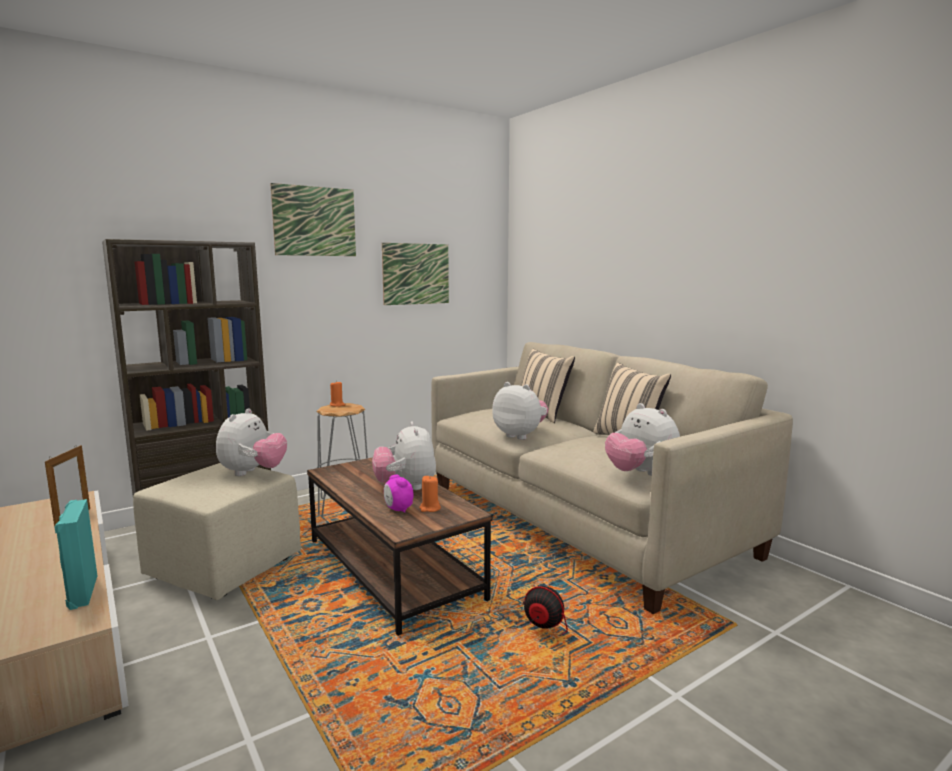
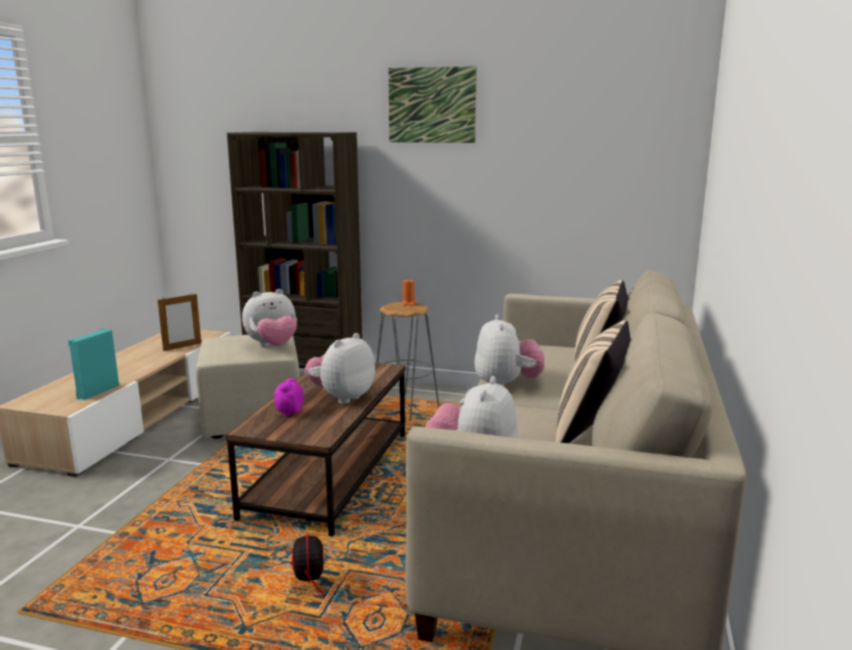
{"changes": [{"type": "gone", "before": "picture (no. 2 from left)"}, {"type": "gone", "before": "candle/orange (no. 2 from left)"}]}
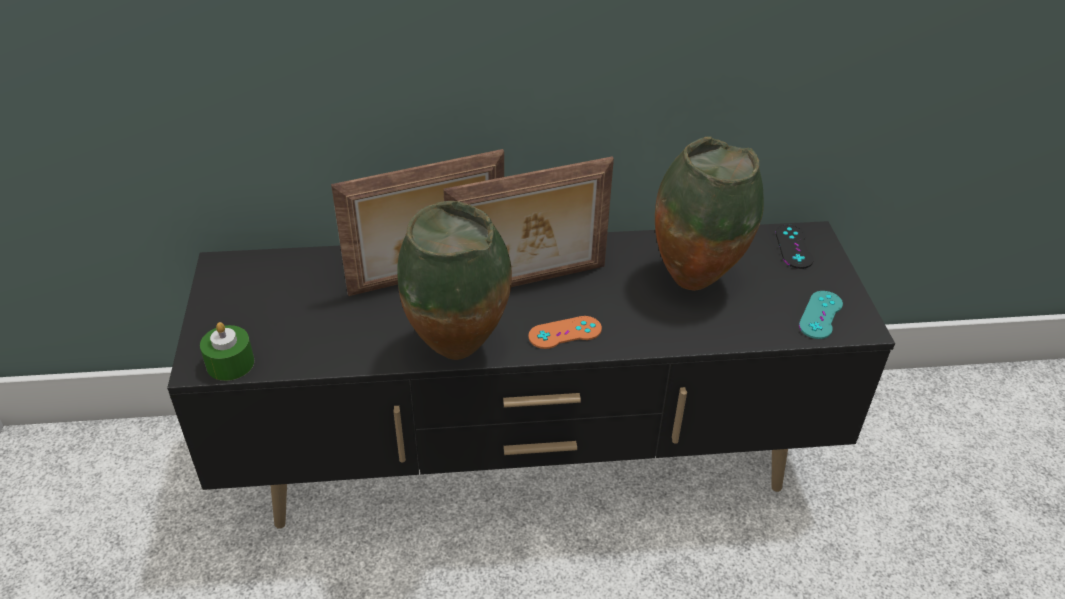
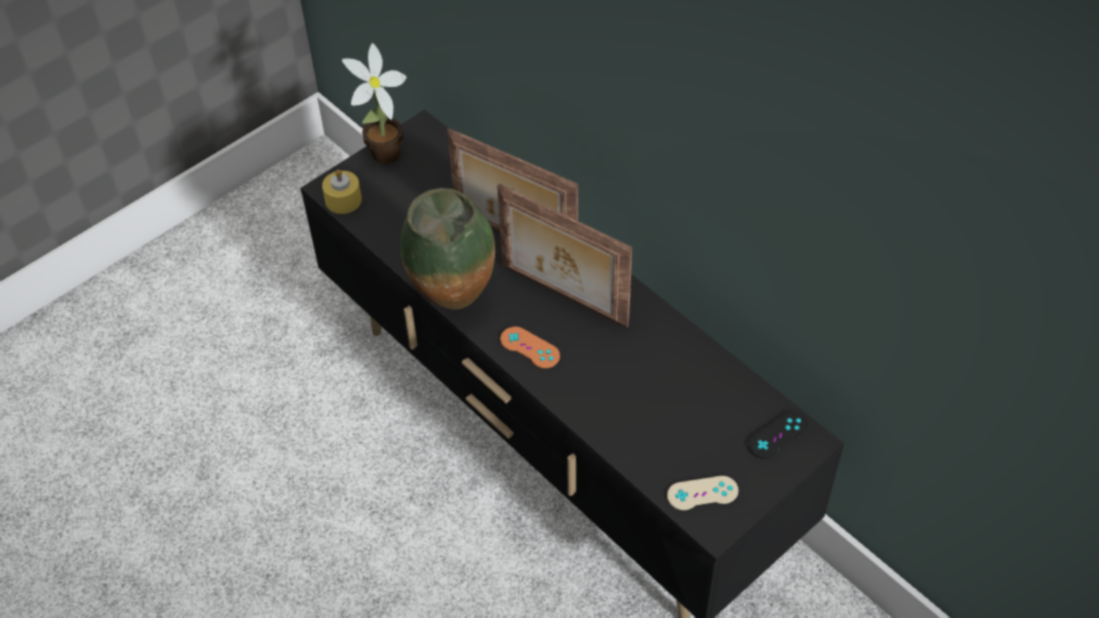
{"changes": [{"type": "repainted", "before": "candle/green", "after": "candle/yellow"}, {"type": "new", "after": "potted plant"}, {"type": "repainted", "before": "game controller/turquoise", "after": "game controller/beige"}, {"type": "gone", "before": "vase (no. 2 from left)"}]}
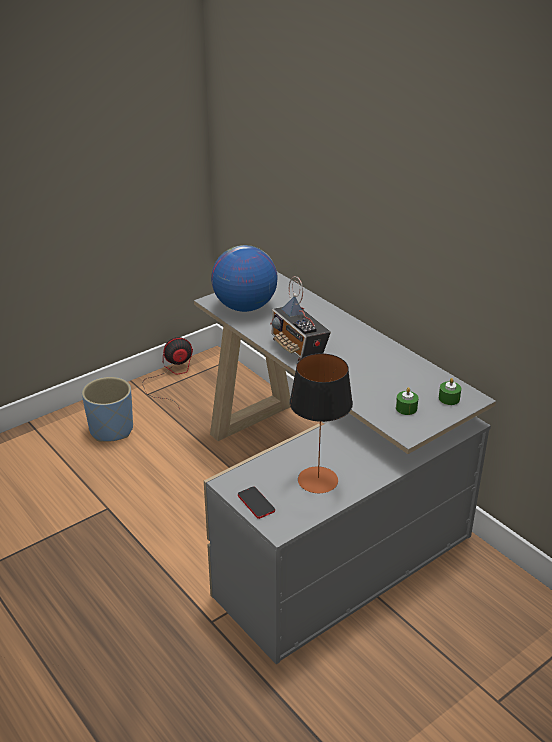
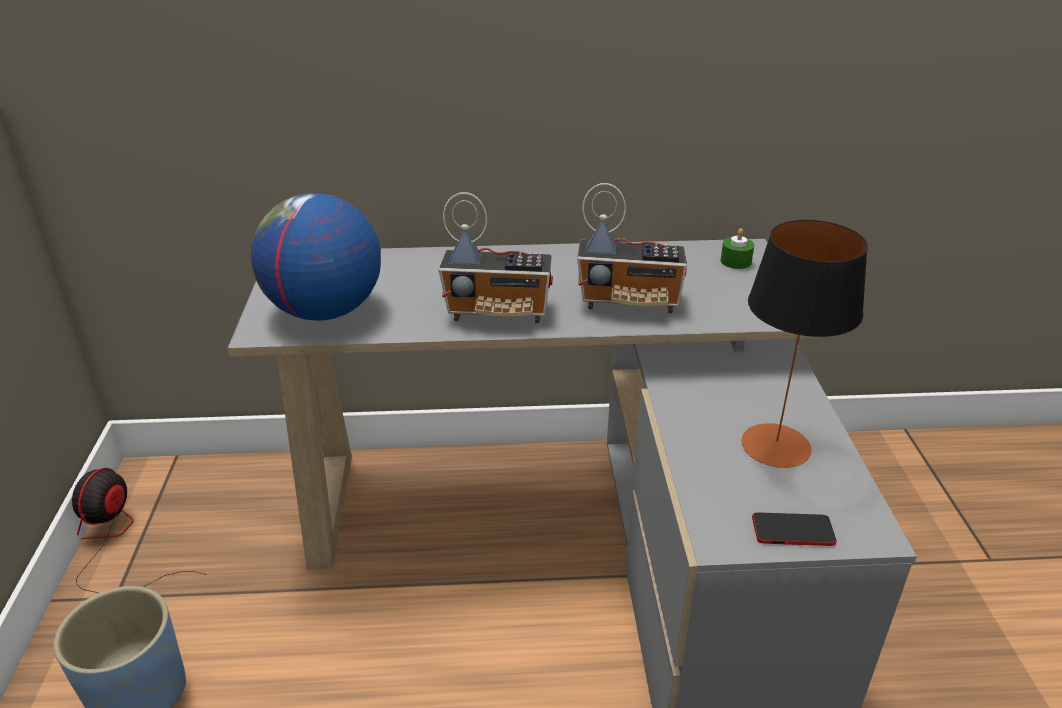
{"changes": [{"type": "new", "after": "radio (no. 2 from left)"}, {"type": "gone", "before": "candle/green (no. 1 from left)"}]}
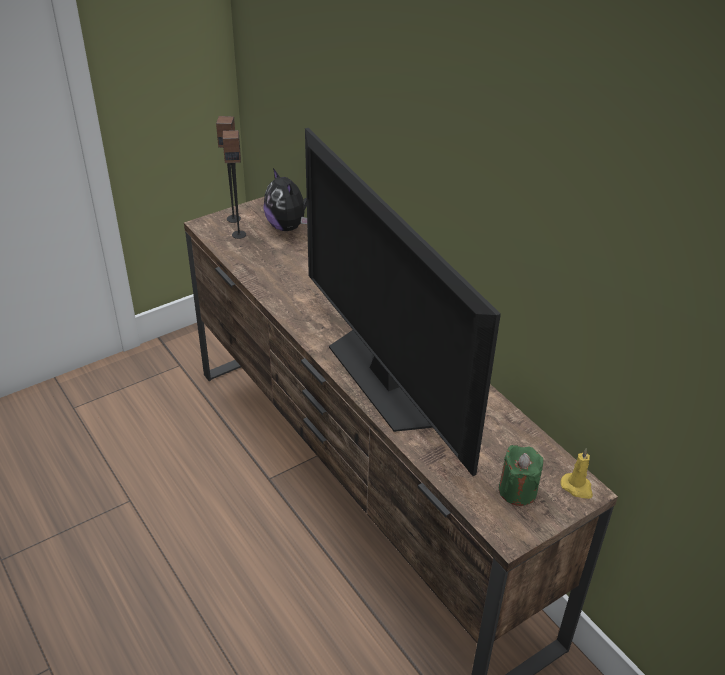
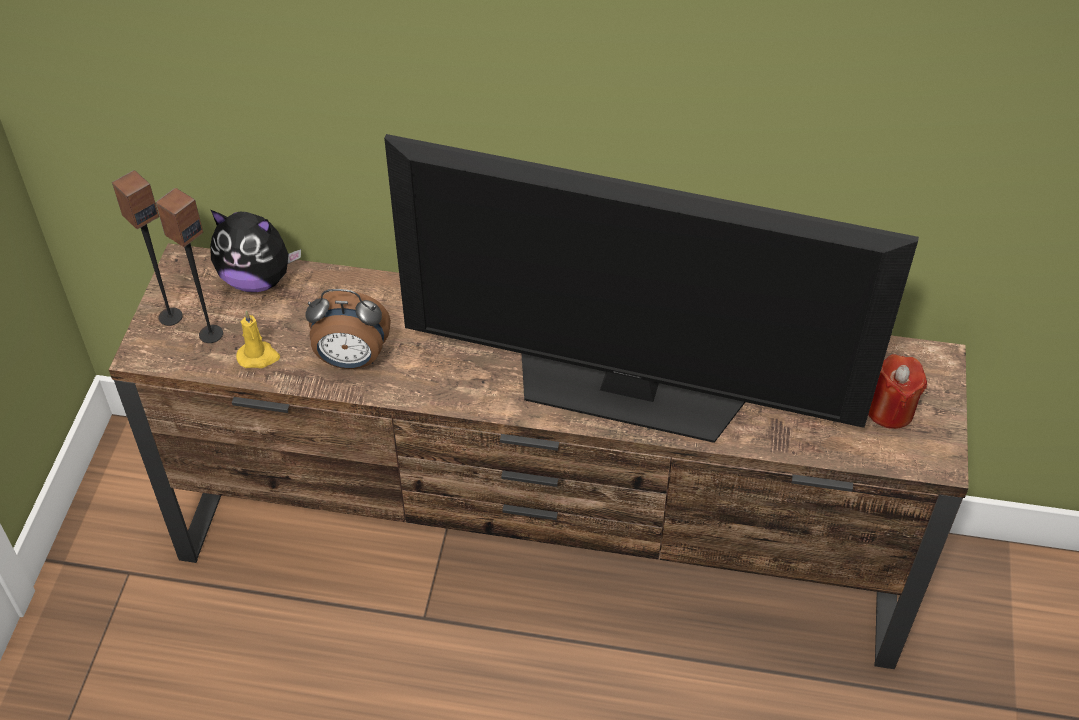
{"changes": [{"type": "shifted", "before": "candle/yellow"}, {"type": "new", "after": "alarm clock"}, {"type": "repainted", "before": "candle/green", "after": "candle/red"}]}
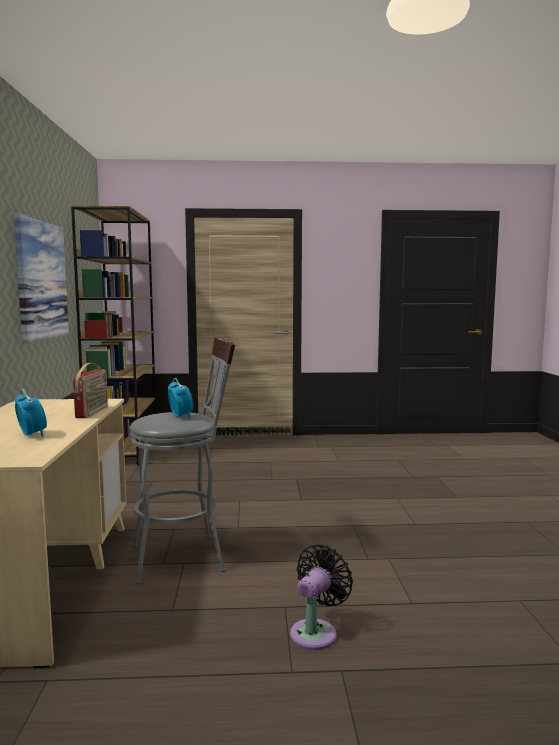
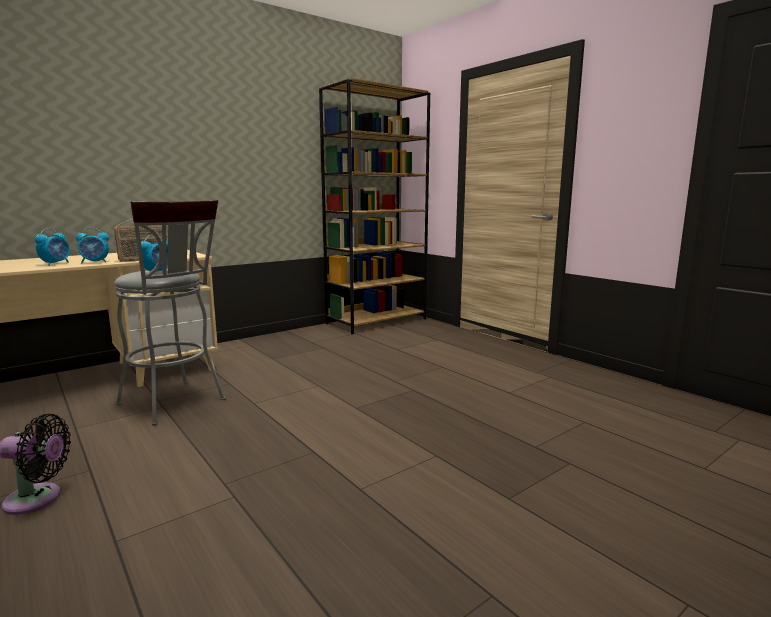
{"changes": [{"type": "new", "after": "alarm clock (no. 2 from left)"}, {"type": "gone", "before": "picture"}]}
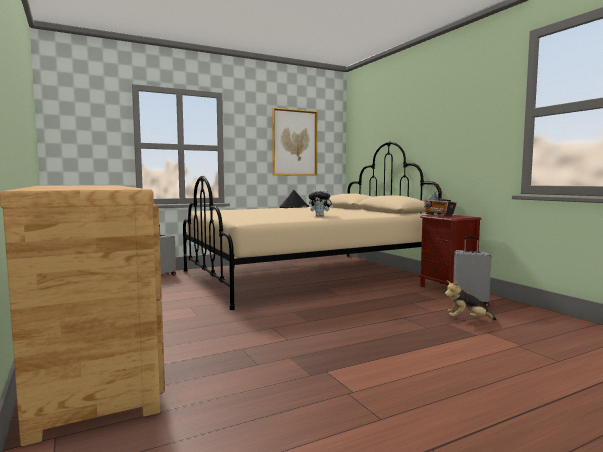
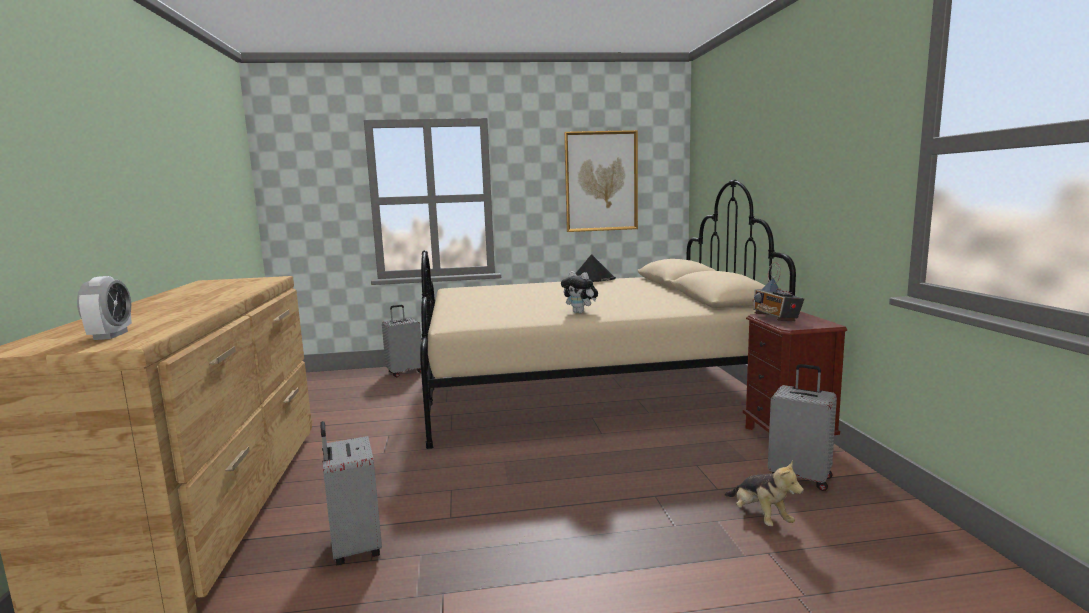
{"changes": [{"type": "new", "after": "alarm clock"}, {"type": "new", "after": "suitcase/grey (no. 1 from left)"}, {"type": "rotated", "before": "plush toy (no. 2 from left)", "turn": -135}]}
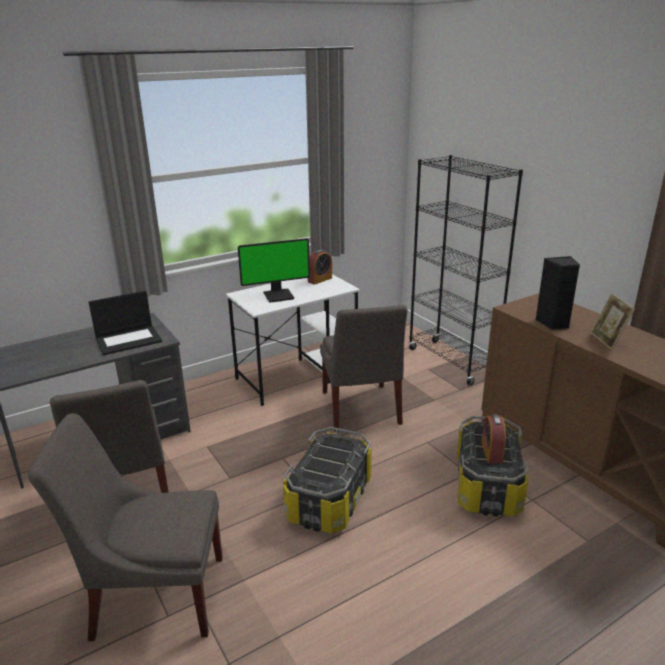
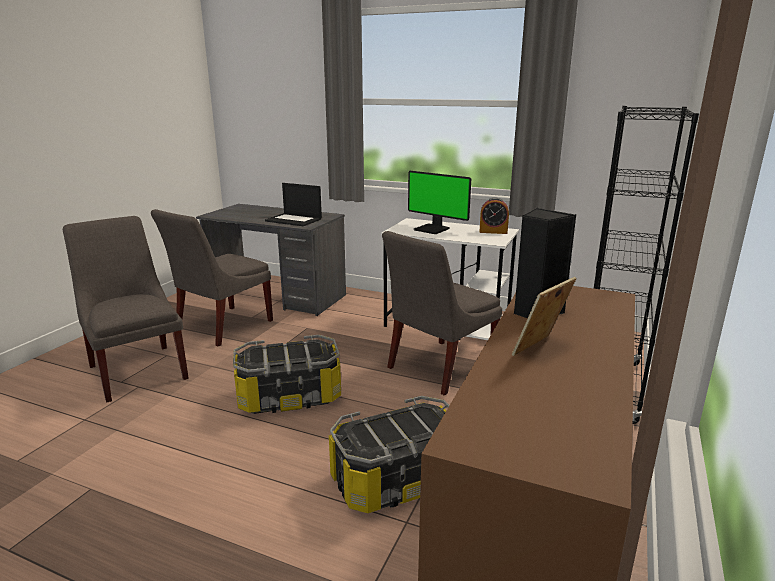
{"changes": [{"type": "gone", "before": "alarm clock (no. 2 from left)"}]}
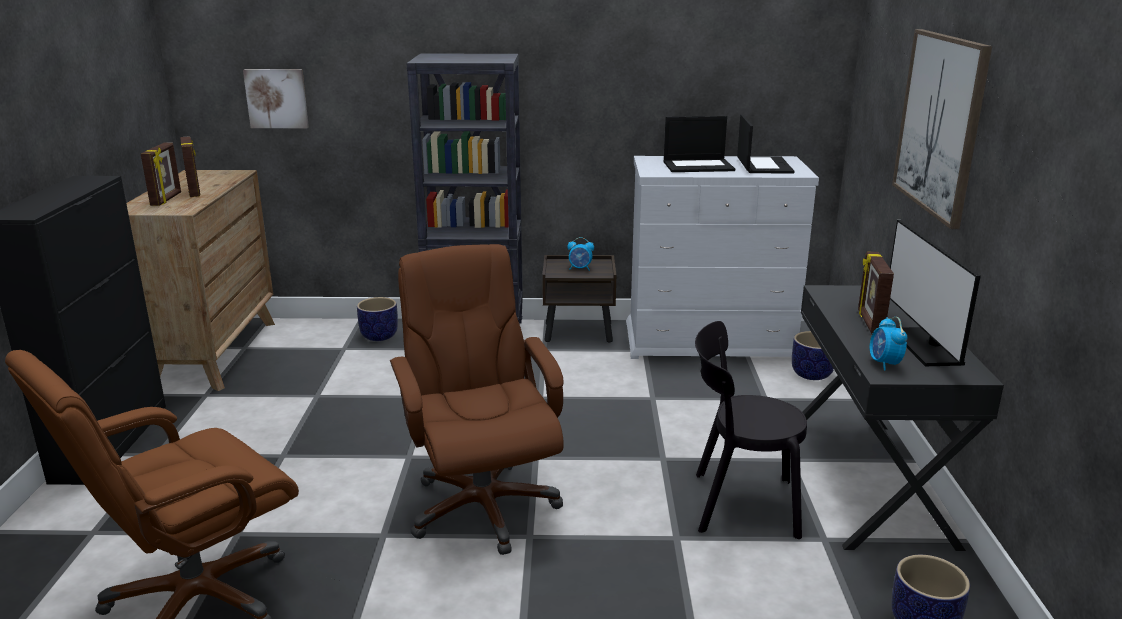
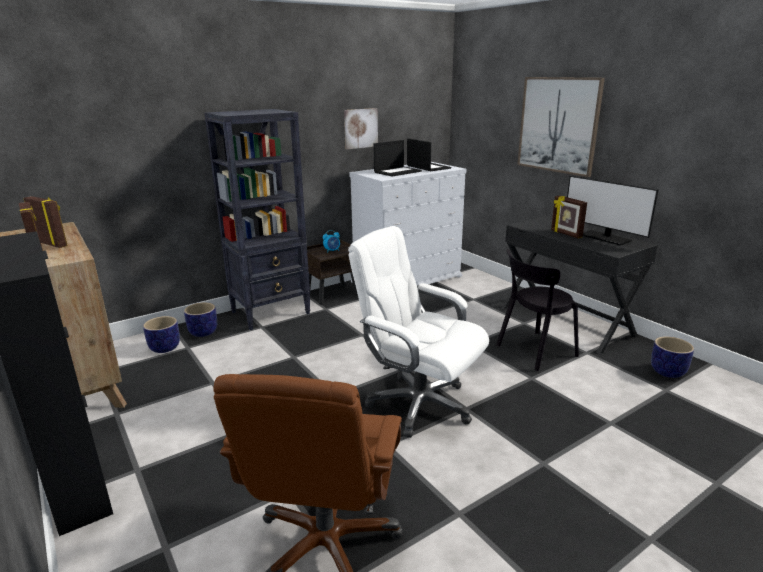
{"changes": [{"type": "shifted", "before": "planter (no. 2 from left in the first image)", "after": "planter (no. 1 from left)"}, {"type": "shifted", "before": "picture (no. 1 from left)"}, {"type": "repainted", "before": "office chair/brown (no. 2 from left)", "after": "office chair/white"}, {"type": "gone", "before": "alarm clock (no. 2 from left)"}]}
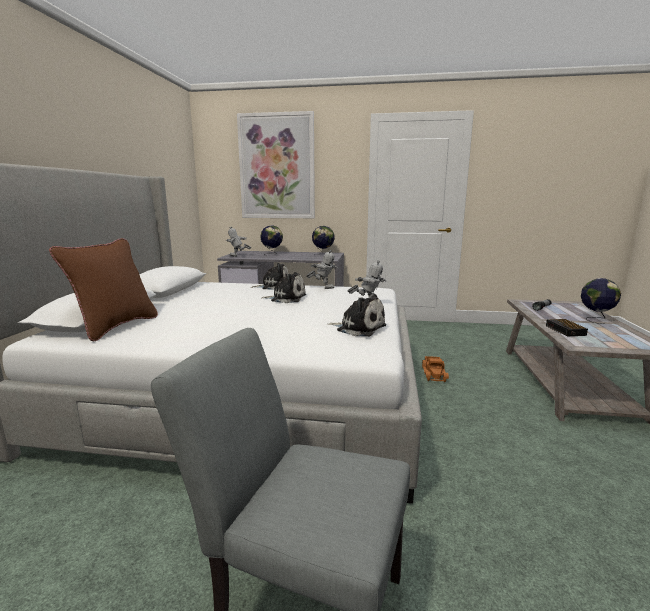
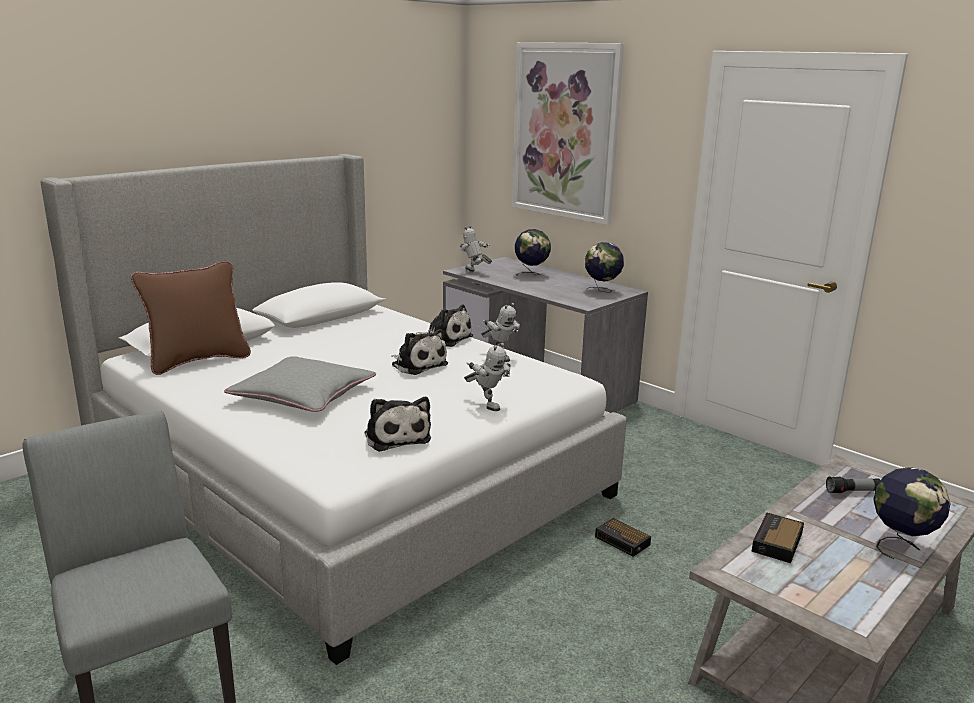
{"changes": [{"type": "new", "after": "pillow/grey"}, {"type": "swapped", "before": "toy truck", "after": "alarm clock (no. 1 from left)"}]}
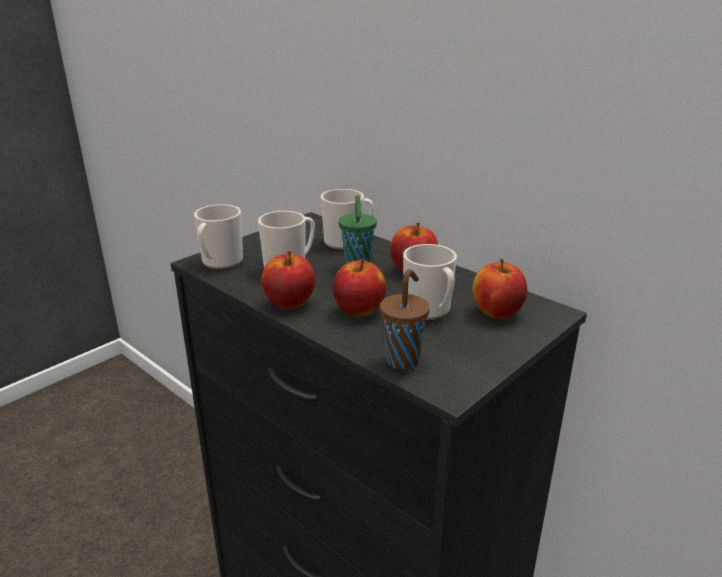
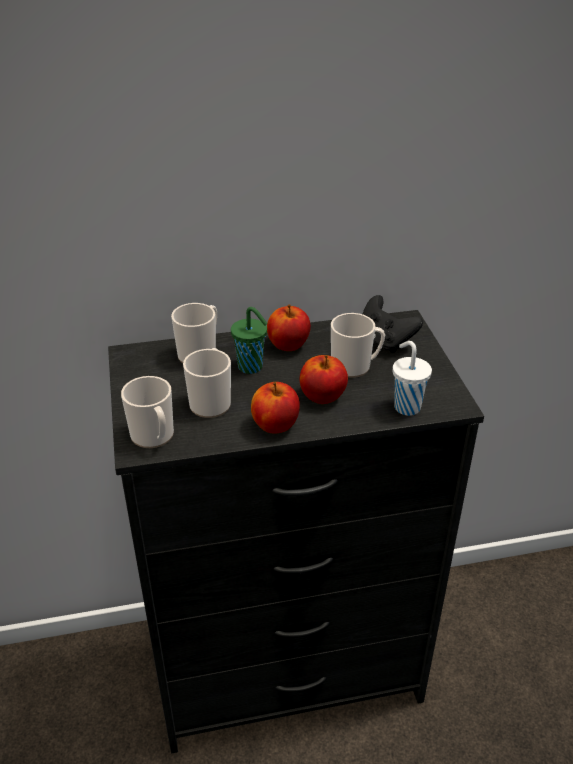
{"changes": [{"type": "swapped", "before": "apple (no. 4 from left)", "after": "game controller/black"}, {"type": "repainted", "before": "cup/brown", "after": "cup/white"}]}
